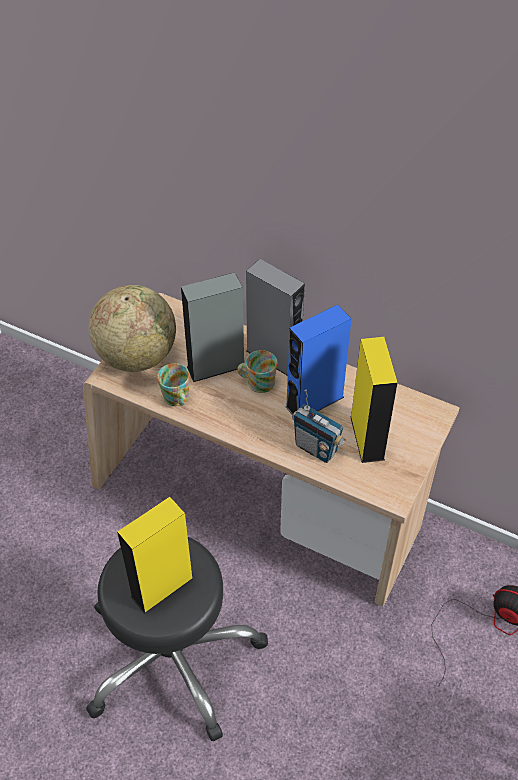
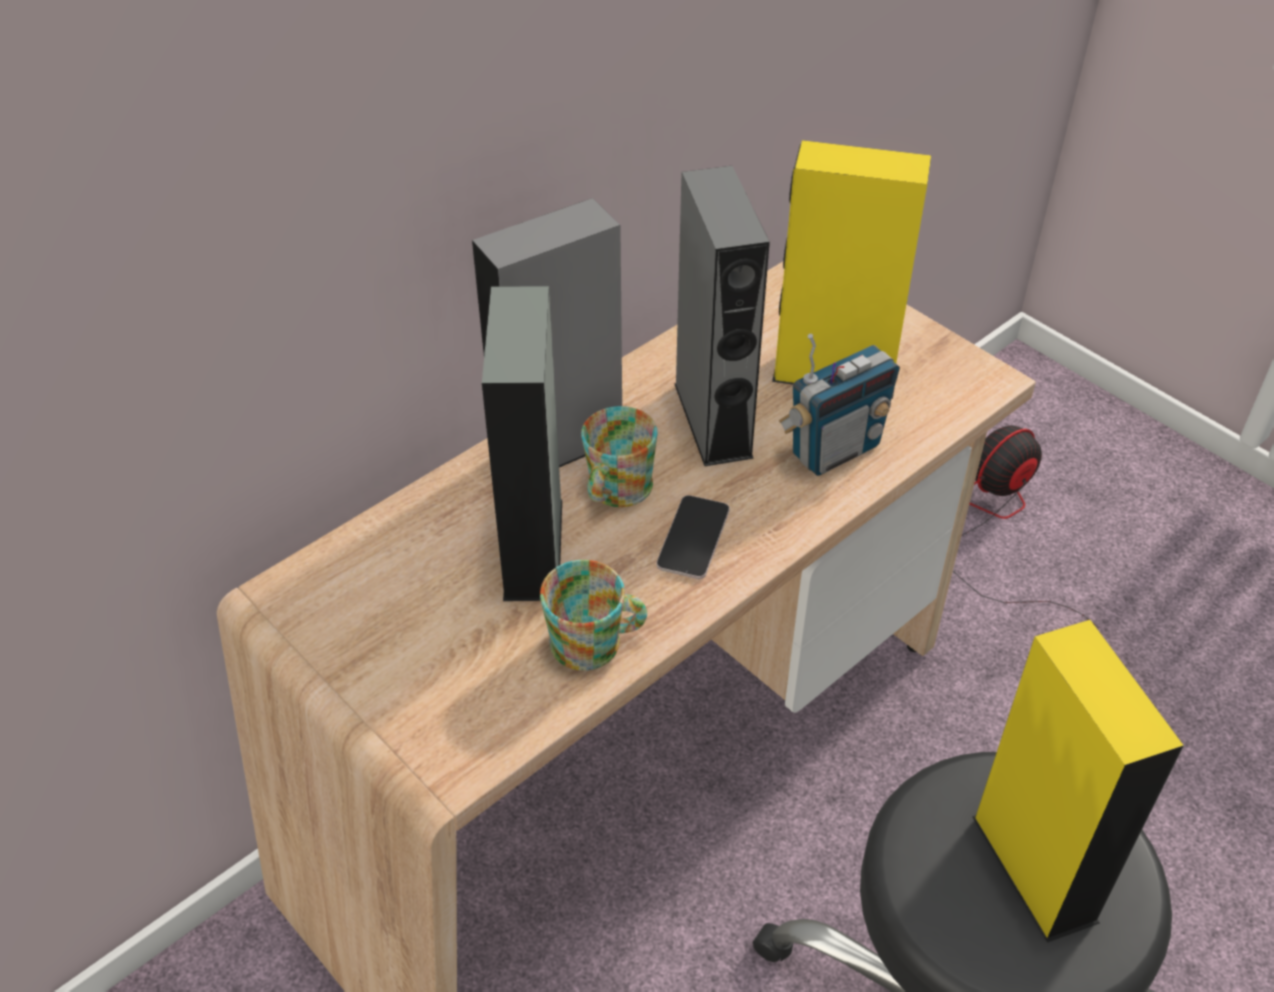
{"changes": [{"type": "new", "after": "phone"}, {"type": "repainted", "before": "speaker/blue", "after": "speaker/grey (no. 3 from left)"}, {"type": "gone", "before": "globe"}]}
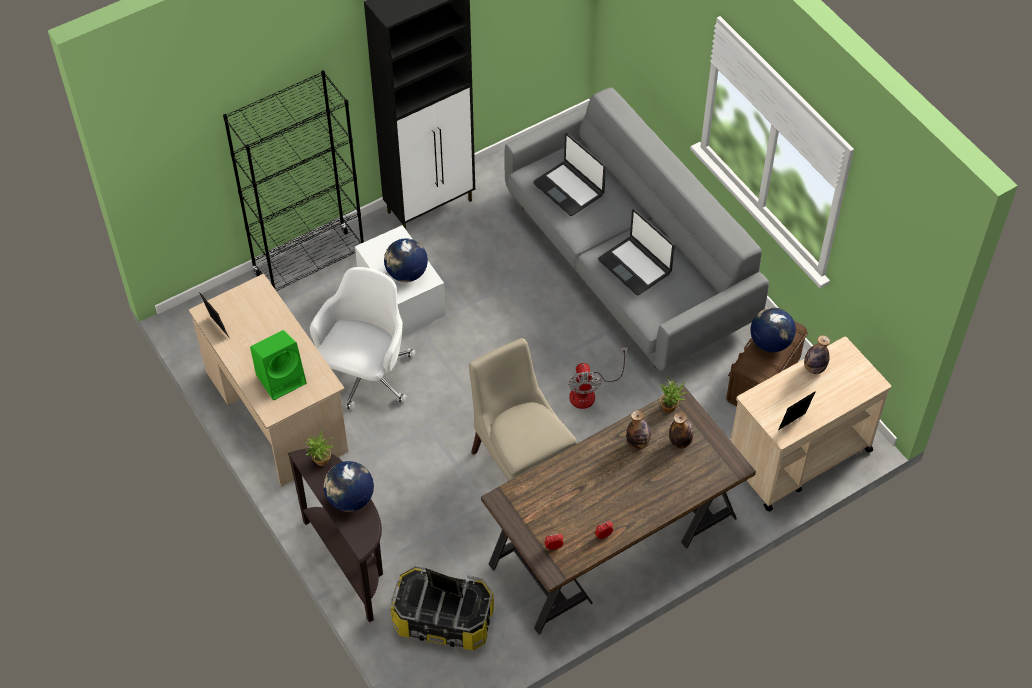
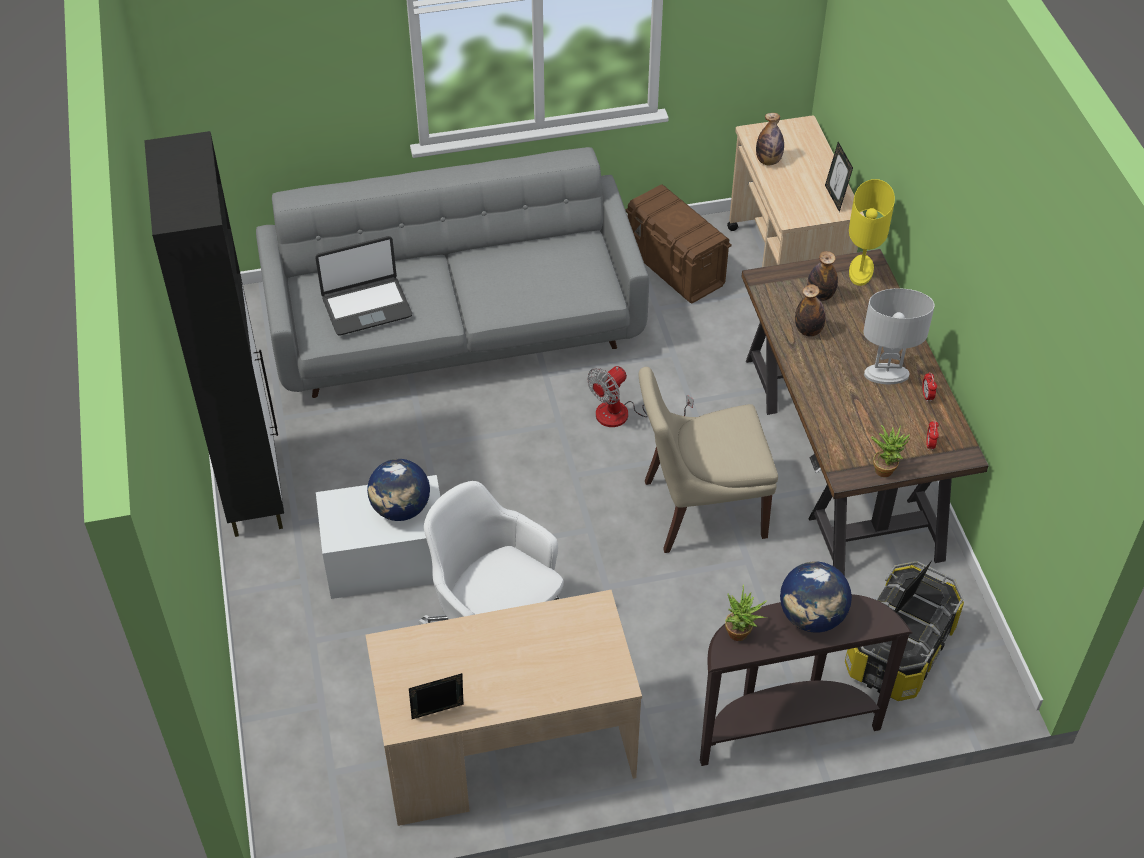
{"changes": [{"type": "rotated", "before": "fan", "turn": 120}, {"type": "new", "after": "table lamp/yellow"}, {"type": "new", "after": "table lamp/white"}, {"type": "shifted", "before": "potted plant (no. 2 from left)"}, {"type": "gone", "before": "bookcase/black"}, {"type": "gone", "before": "speaker/green"}, {"type": "gone", "before": "laptop (no. 2 from left)"}, {"type": "gone", "before": "globe (no. 3 from left)"}]}
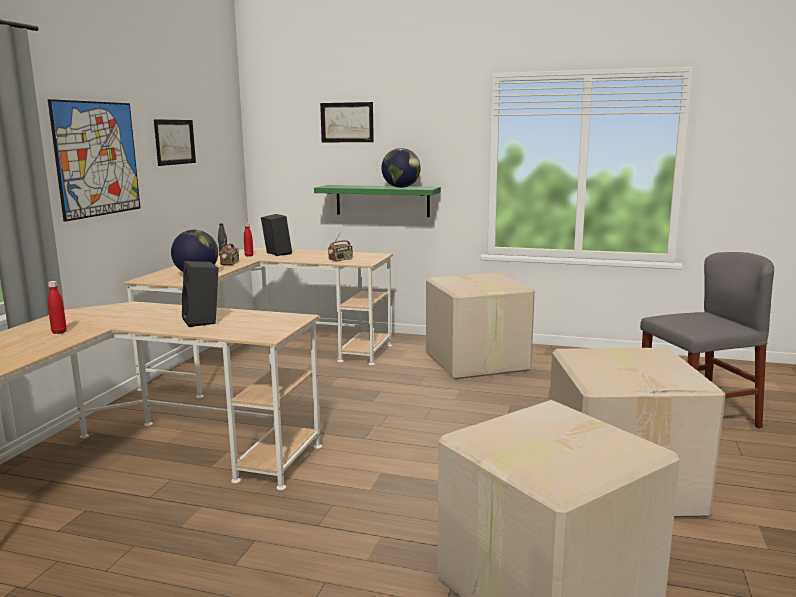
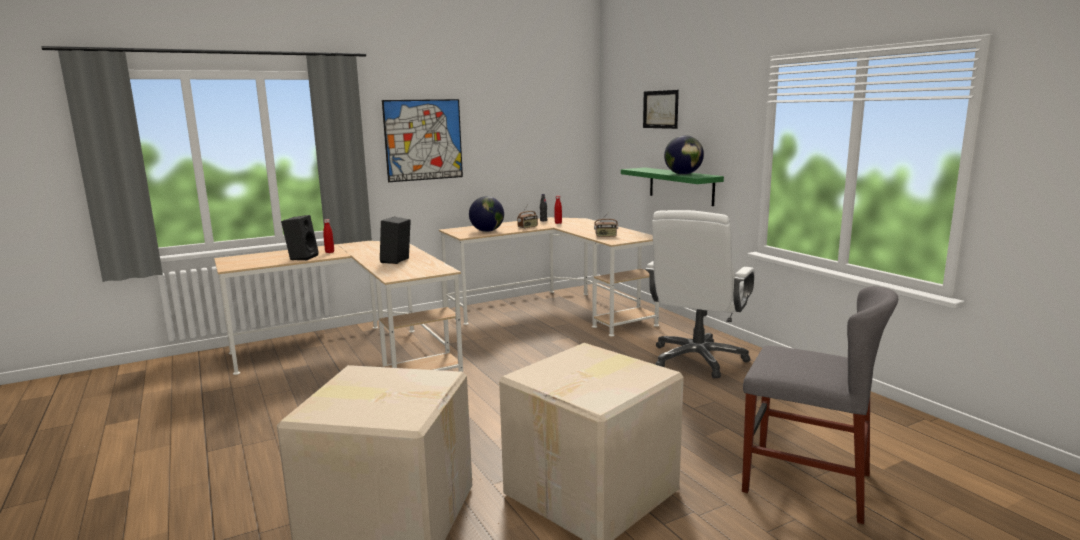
{"changes": [{"type": "shifted", "before": "speaker/black (no. 2 from left in the first image)", "after": "speaker/black (no. 1 from left)"}, {"type": "swapped", "before": "cardboard box (no. 1 from left)", "after": "office chair/white"}, {"type": "gone", "before": "picture (no. 2 from left)"}]}
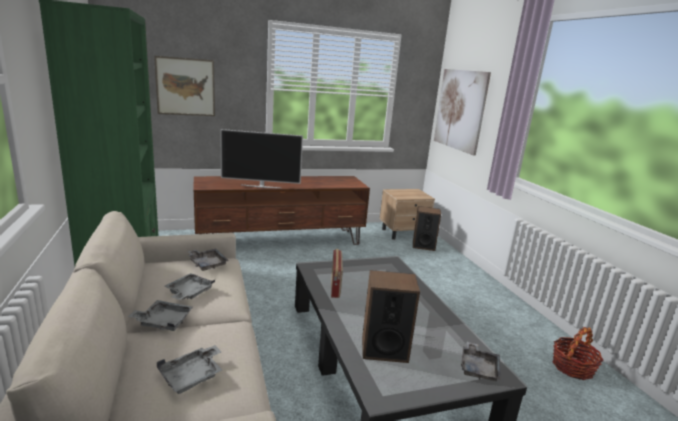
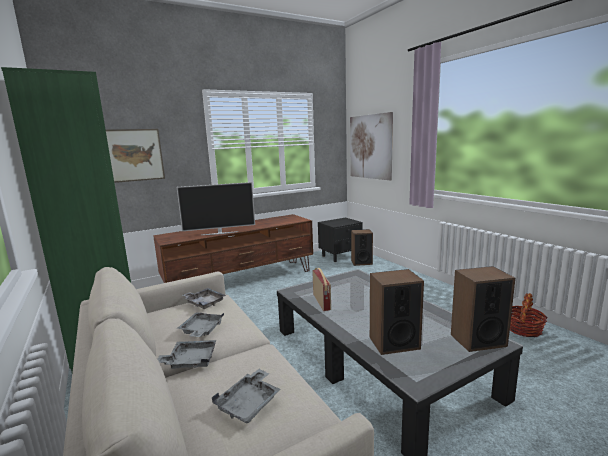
{"changes": [{"type": "repainted", "before": "nightstand/beige", "after": "nightstand/black"}, {"type": "swapped", "before": "tray/grey (no. 5 from left)", "after": "speaker (no. 3 from left)"}]}
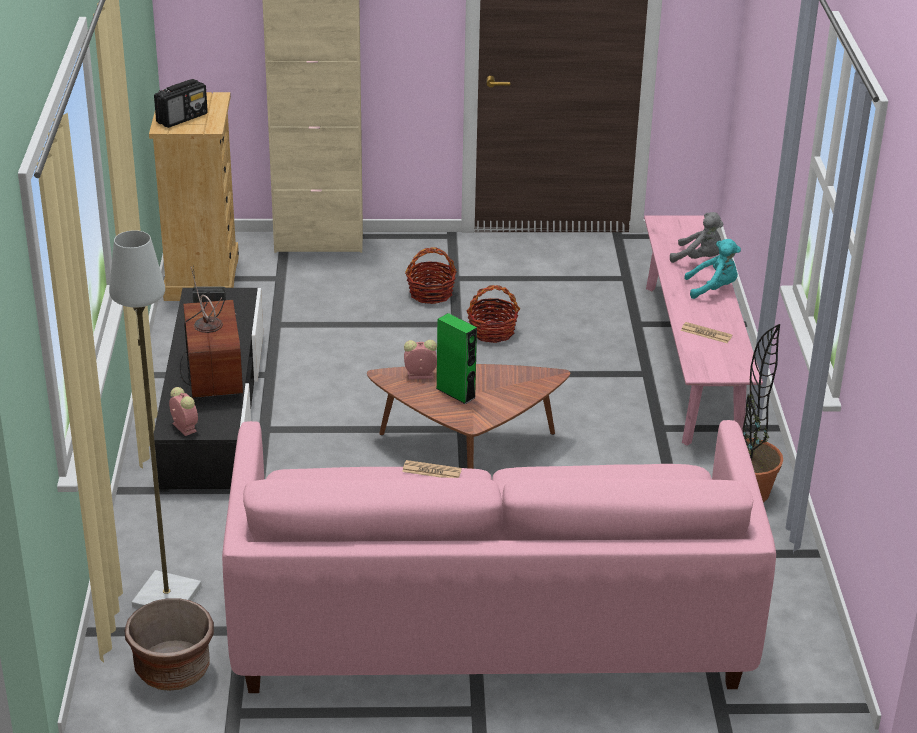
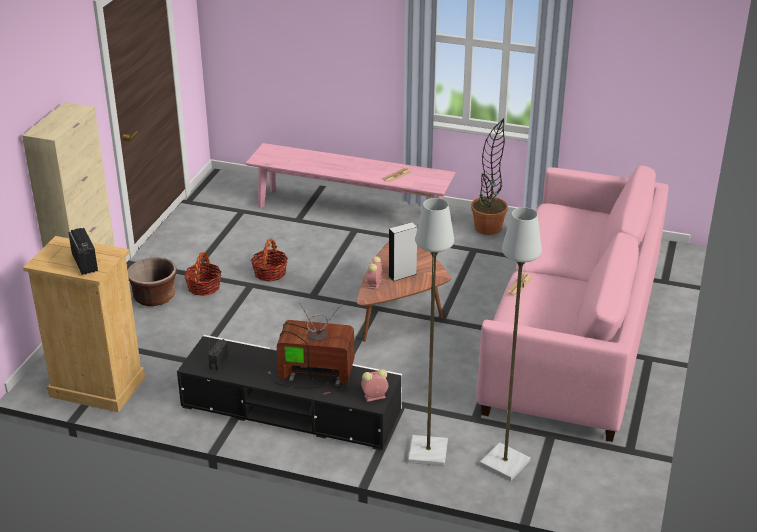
{"changes": [{"type": "shifted", "before": "planter/brown"}, {"type": "repainted", "before": "speaker/green", "after": "speaker/grey"}, {"type": "new", "after": "floor lamp/grey (no. 1 from left)"}, {"type": "gone", "before": "plush toy/grey"}, {"type": "gone", "before": "plush toy/turquoise"}]}
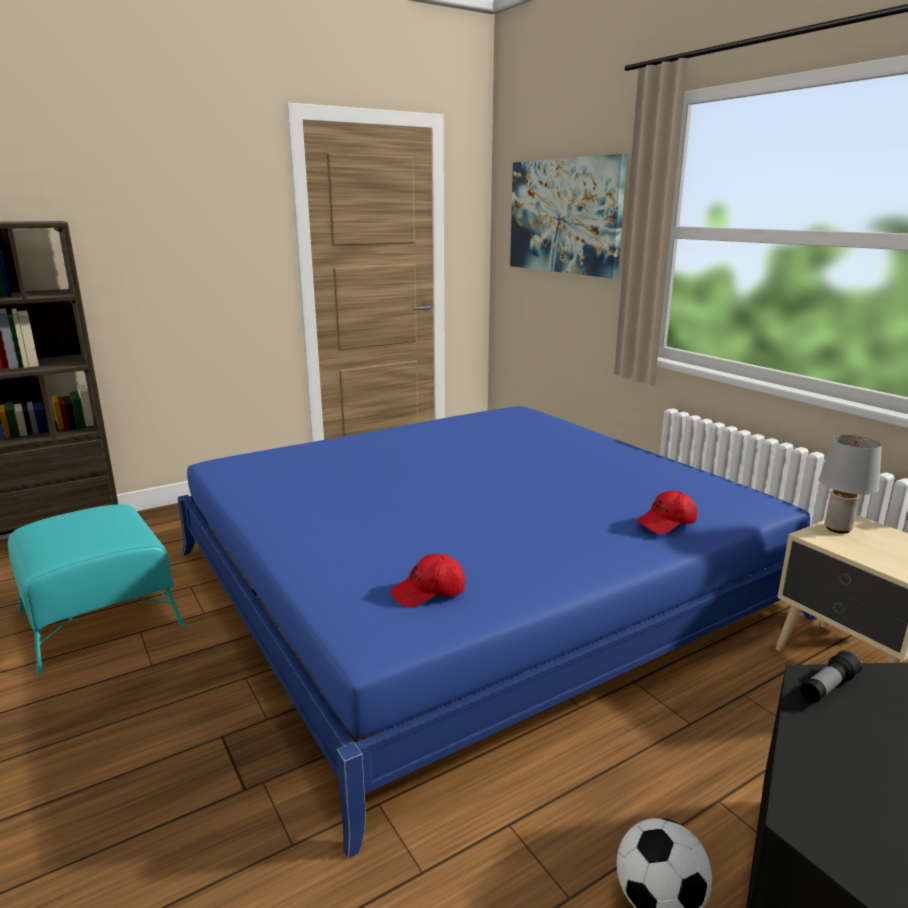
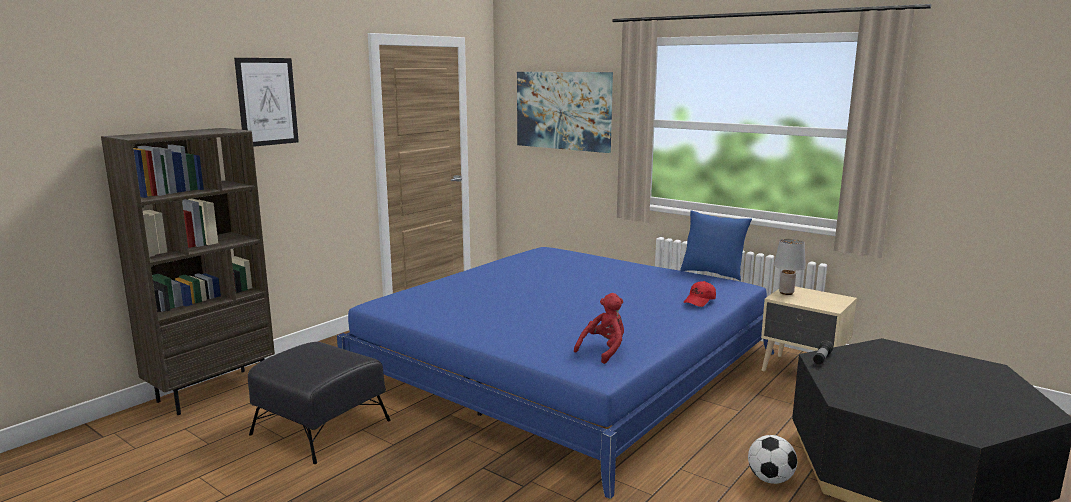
{"changes": [{"type": "new", "after": "picture (no. 1 from left)"}, {"type": "repainted", "before": "ottoman/turquoise", "after": "ottoman/black"}, {"type": "swapped", "before": "cap/red (no. 1 from left)", "after": "plush toy/red"}, {"type": "new", "after": "pillow/blue"}]}
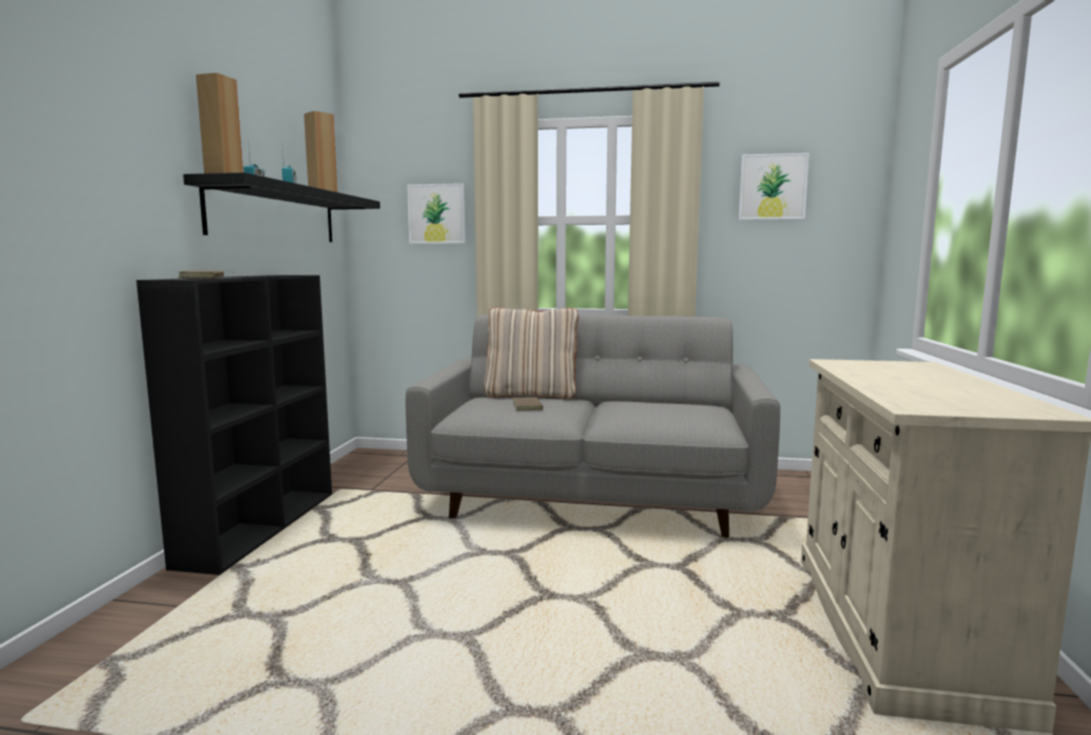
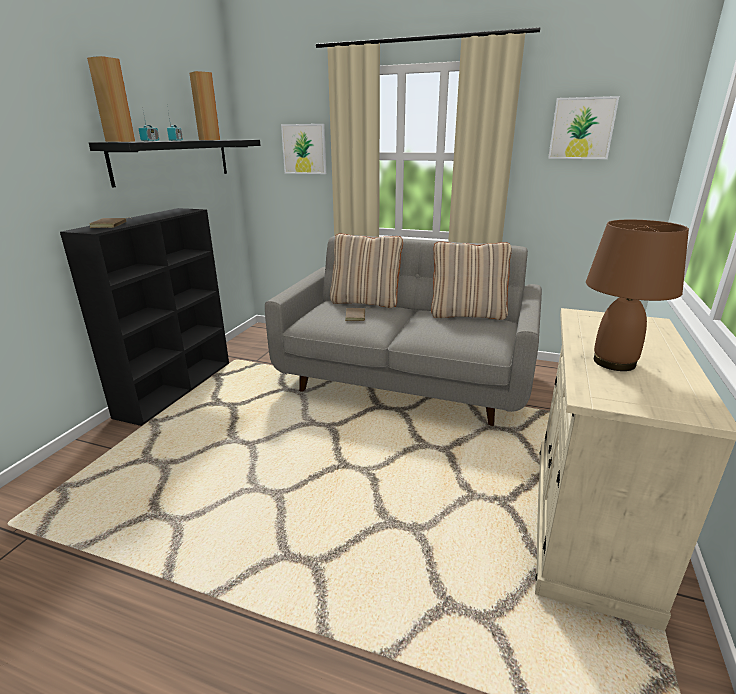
{"changes": [{"type": "new", "after": "pillow/beige (no. 2 from left)"}, {"type": "new", "after": "table lamp/brown"}]}
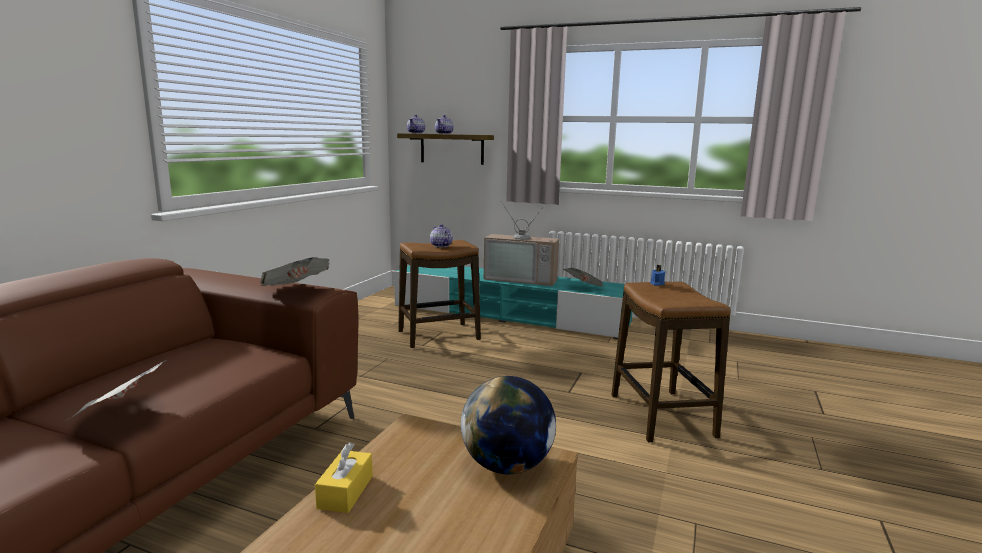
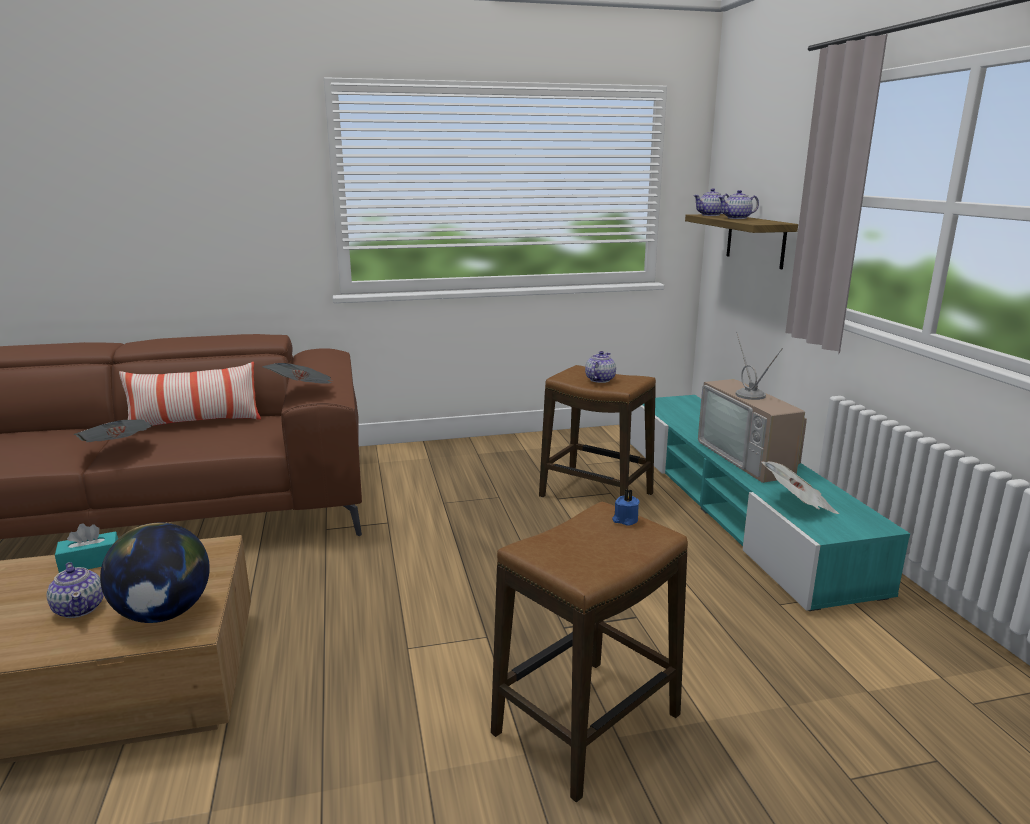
{"changes": [{"type": "new", "after": "teapot (no. 1 from left)"}, {"type": "repainted", "before": "tissue box/yellow", "after": "tissue box/turquoise"}, {"type": "new", "after": "pillow"}]}
